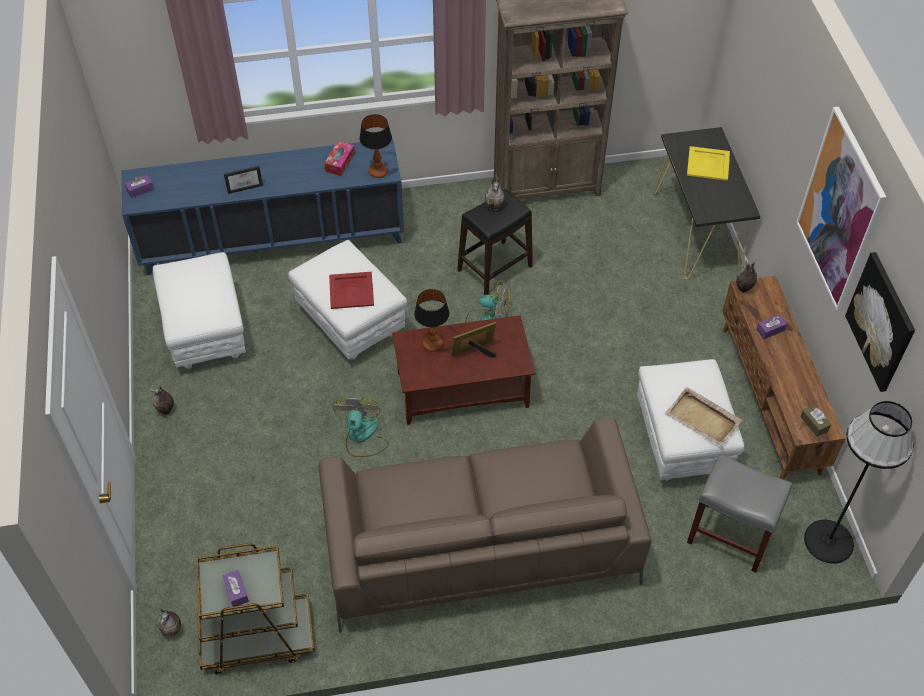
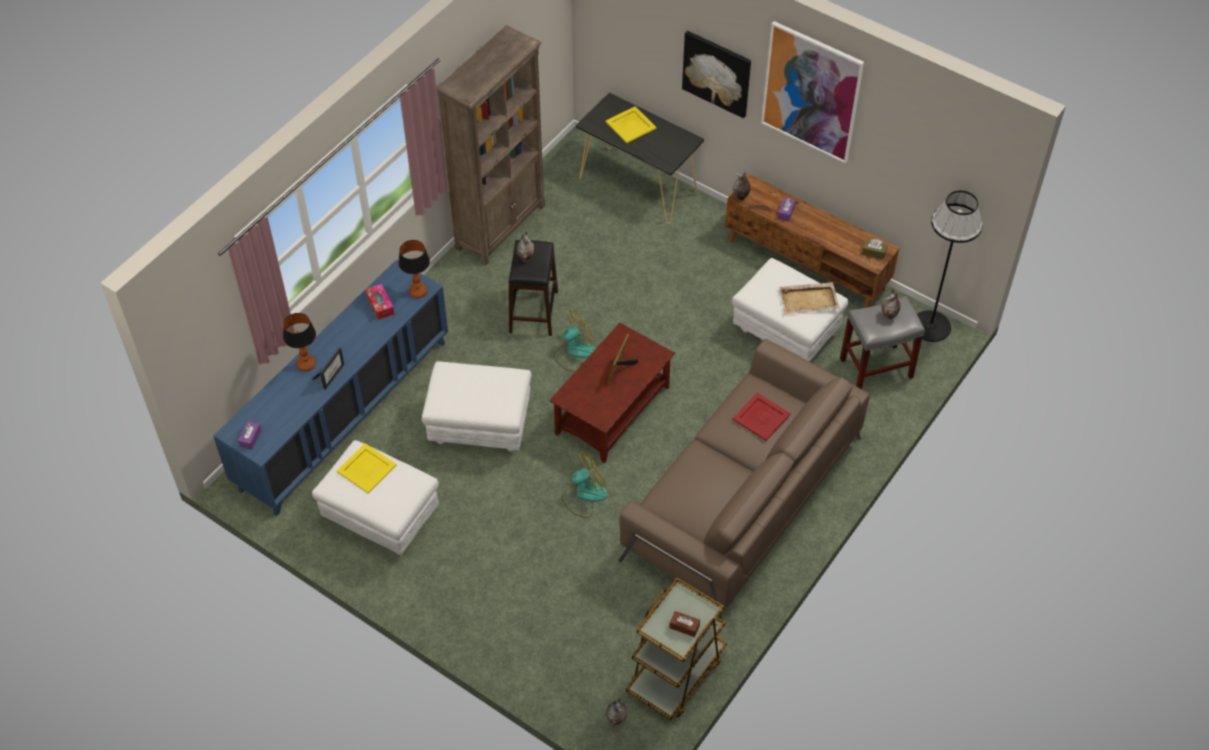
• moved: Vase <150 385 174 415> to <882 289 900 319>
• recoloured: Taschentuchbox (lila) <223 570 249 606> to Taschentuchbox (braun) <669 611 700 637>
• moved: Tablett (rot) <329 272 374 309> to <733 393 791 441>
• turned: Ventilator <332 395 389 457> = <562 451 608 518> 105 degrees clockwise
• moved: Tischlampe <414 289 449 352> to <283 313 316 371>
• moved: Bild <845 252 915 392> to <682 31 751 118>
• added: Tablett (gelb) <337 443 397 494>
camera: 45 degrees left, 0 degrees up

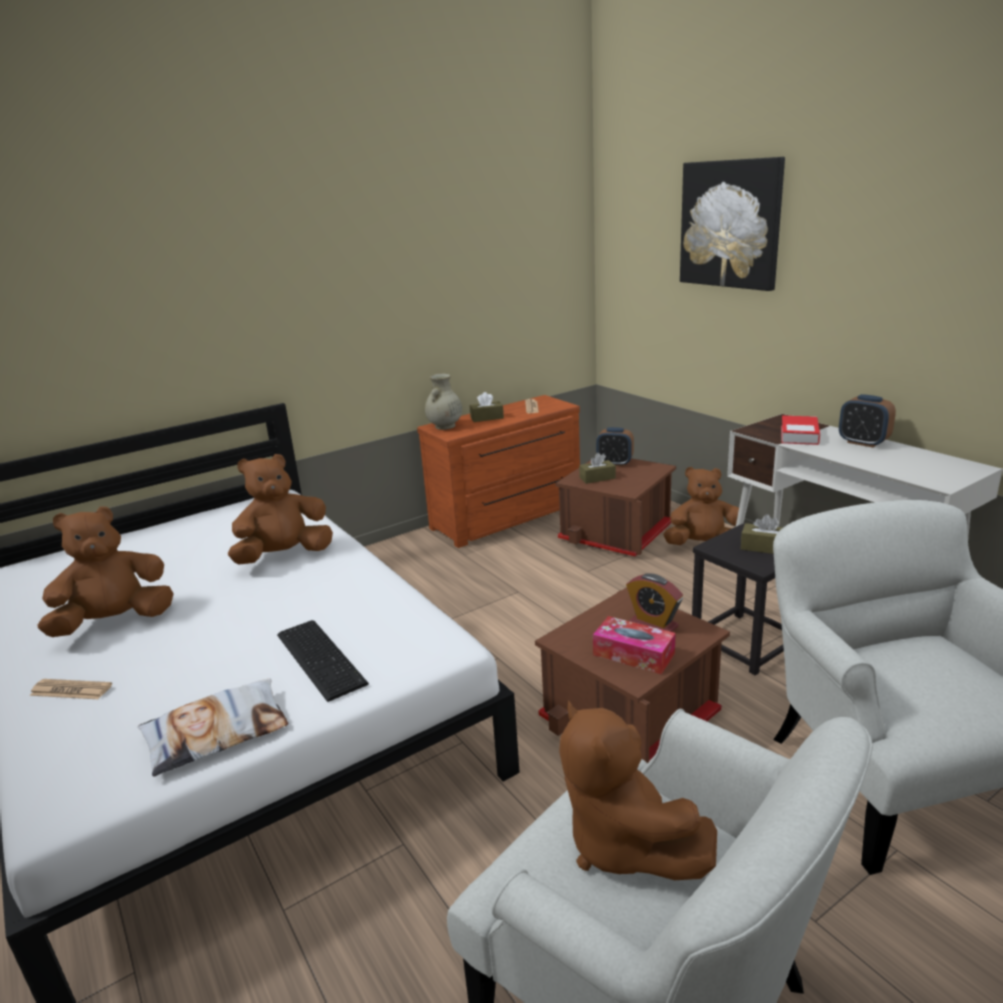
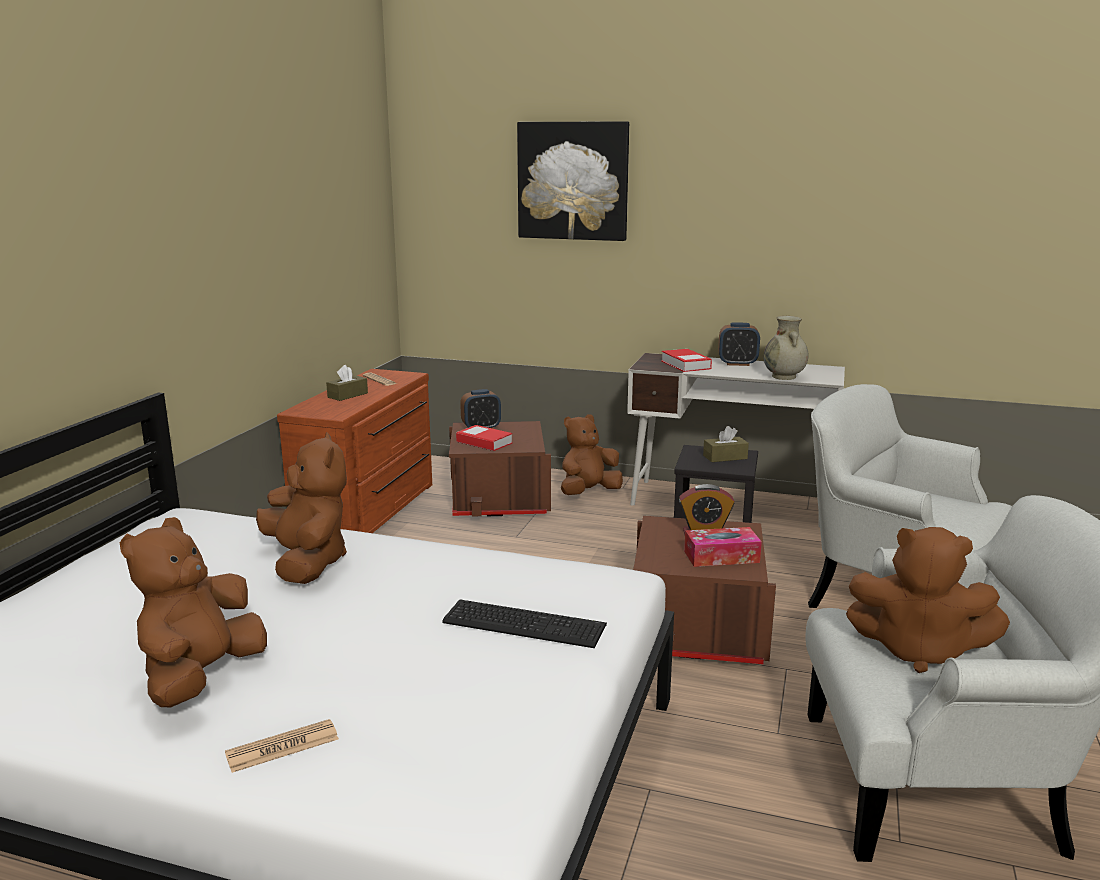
• removed: Kissen <137 679 288 777>
• turned: Plüschtier (braun) <228 454 333 565> = <256 432 347 584> 135 degrees clockwise
• moved: Vase (beige) <425 373 462 430> to <764 316 809 380>
• replaced: Taschentuchbox (braun) <579 453 616 484> to Buch <456 425 512 451>
camera: 40 degrees left, 5 degrees down

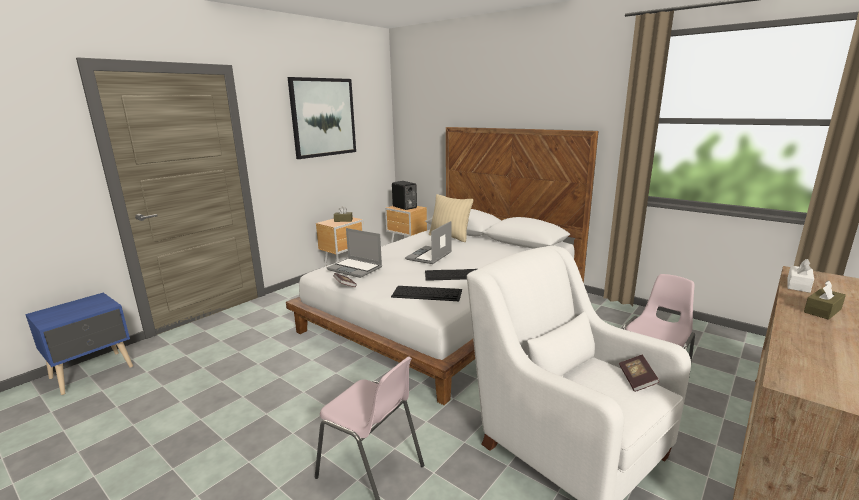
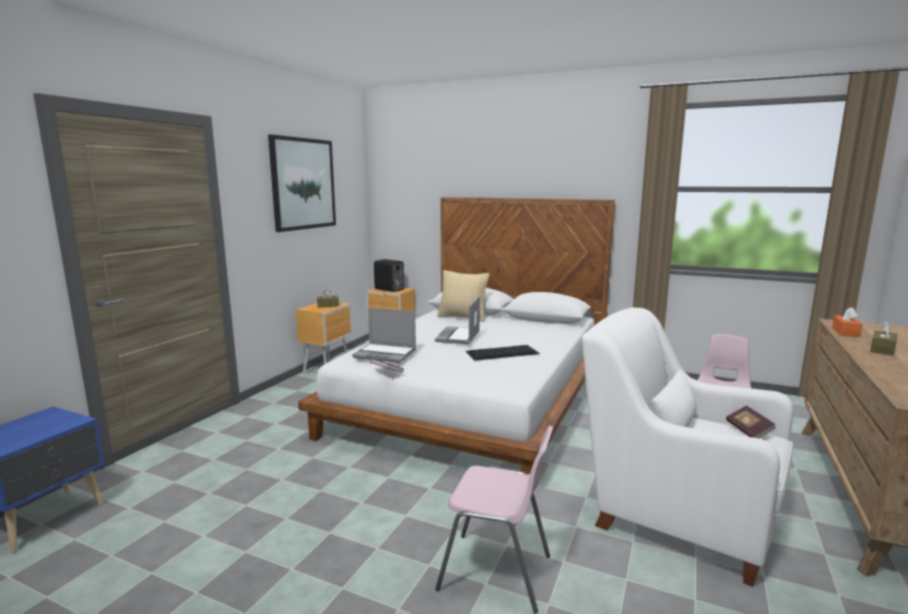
• removed: Tastatur <391 286 462 301>
• recoloured: Taschentuchbox (weiß) <787 259 814 293> to Taschentuchbox (orange) <832 307 862 337>
camera: 15 degrees left, 5 degrees down

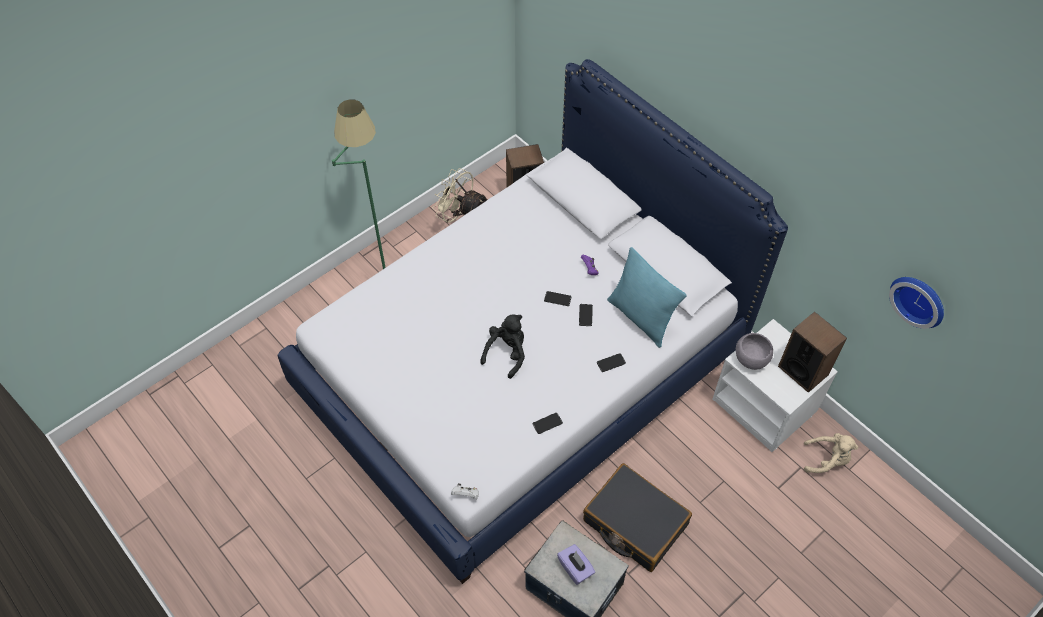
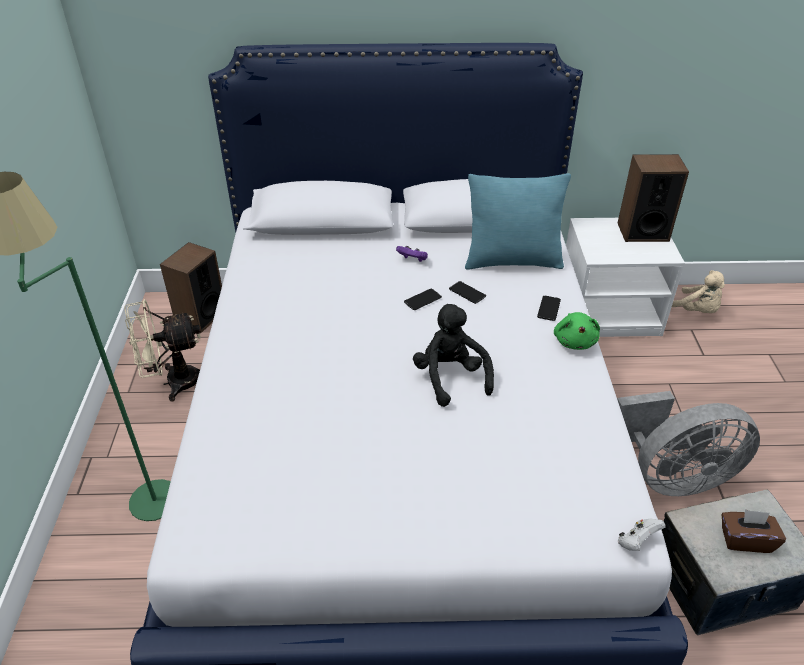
• removed: Handy <533 413 563 434>
• recoloured: Taschentuchbox (lila) <557 544 595 585> to Taschentuchbox (braun) <722 509 786 553>
• replaced: Koffer (schwarz) <583 463 692 572> to Ventilator (grau) <617 391 760 496>
• removed: Schüssel (grau) <736 333 773 370>
• turned: Plüschtier (beige) <804 433 858 473> = <672 270 725 313> 90 degrees clockwise
• removed: Wanduhr <889 277 944 329>
• added: Plüschtier (grün) <554 312 600 350>
camera: 50 degrees left, 15 degrees down

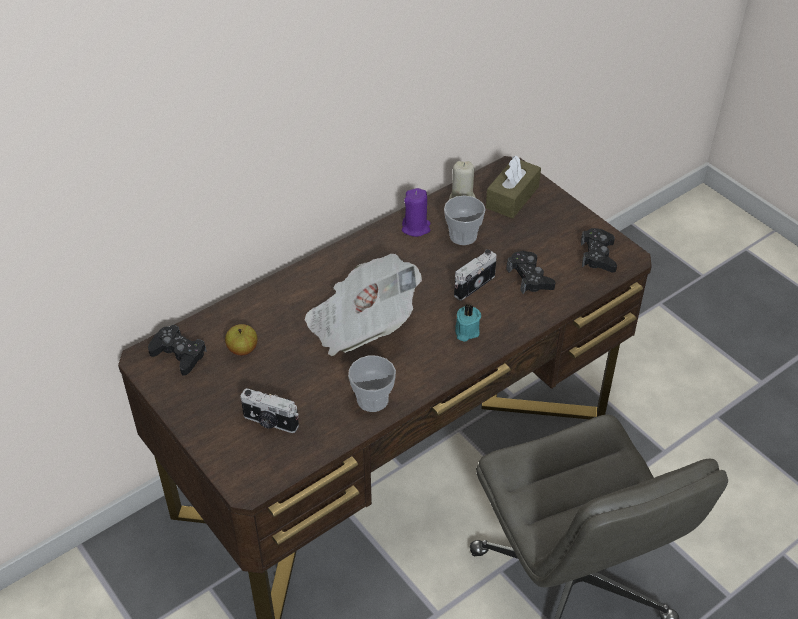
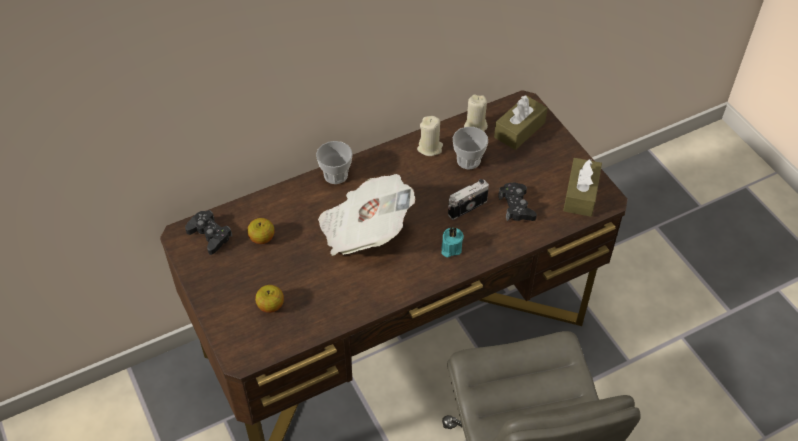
• replaced: Kamera <240 388 299 433> to Apfel <255 285 284 313>
• moved: Tasse <348 355 396 412> to <316 141 353 184>
• recoloured: Kerze (lila) <402 188 430 237> to Kerze (beige) <417 116 443 156>
• replaced: Gamepad (schwarz) <581 228 617 273> to Taschentuchbox (braun) <563 158 602 217>
camera: 10 degrees right, 5 degrees up

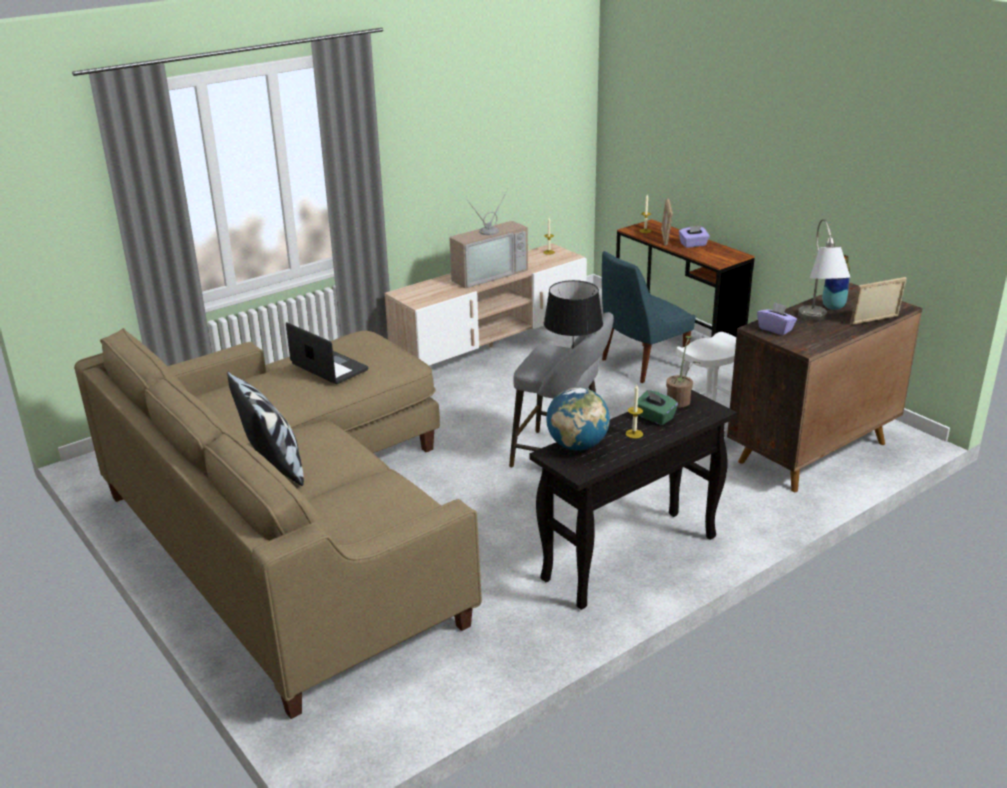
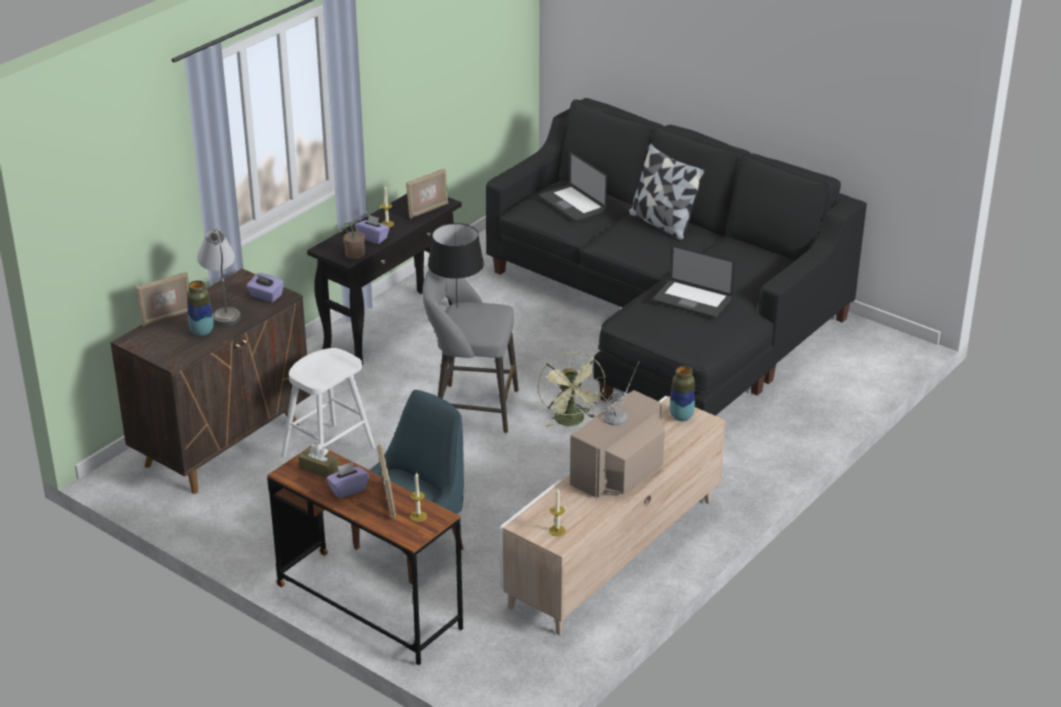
• recoloured: Sofa (beige) <74 328 482 719> to Sofa (schwarz) <486 98 867 416>
• replaced: Globus <546 387 610 451> to Bilderrahmen <406 169 448 219>
• recoloured: Taschentuchbox (grün) <638 390 678 425> to Taschentuchbox (lila) <355 215 390 244>
• added: Taschentuchbox (braun) <298 444 338 478>
• added: Ventilator (grün) <537 352 606 428>
• added: Laptop <540 152 607 222>
• added: Vase <670 366 695 421>
camera: 165 degrees right, 5 degrees up

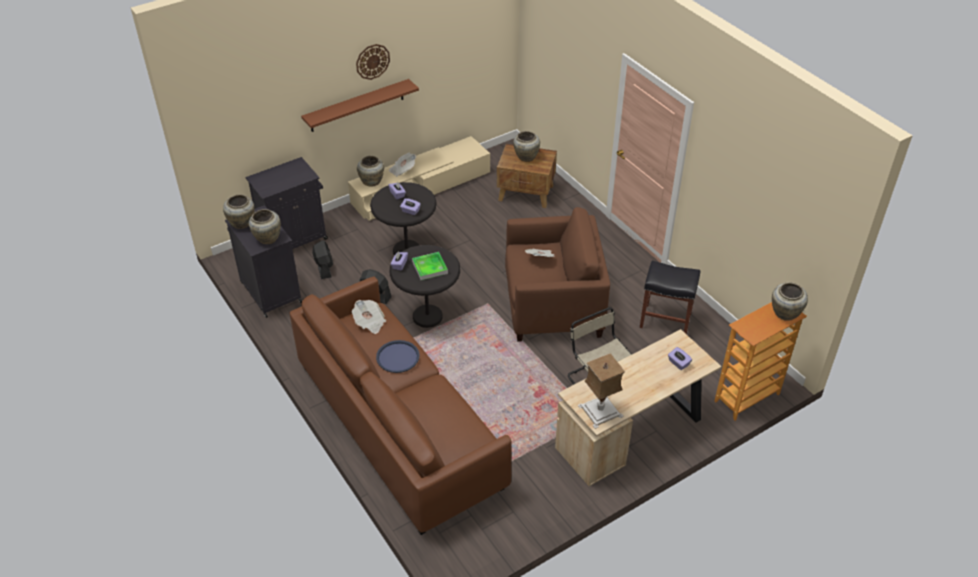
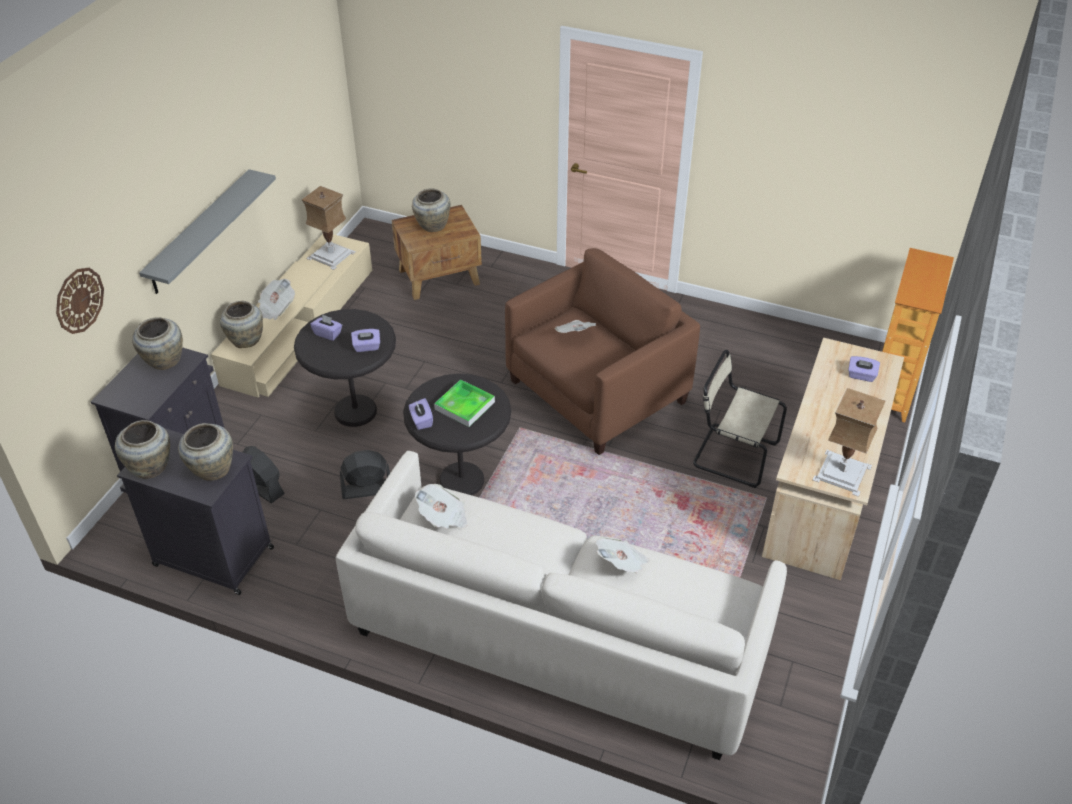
• recoloured: Sofa (braun) <290 277 512 535> to Sofa (weiß) <336 451 787 760>
• recoloured: Wandregal (braun) <301 79 419 132> to Wandregal (grau) <139 169 276 294>
• moved: Wanduhr <356 44 390 80> to <56 268 104 334>
• removed: Tablett (blau) <376 340 420 373>
• removed: Hocker (schwarz) <640 260 700 334>
• moved: Vase (beige) <772 282 808 321> to <132 317 183 370>
• added: Tischlampe <301 186 356 270>
• added: Zeitung <596 536 650 573>
camera: 35 degrees left, 0 degrees up

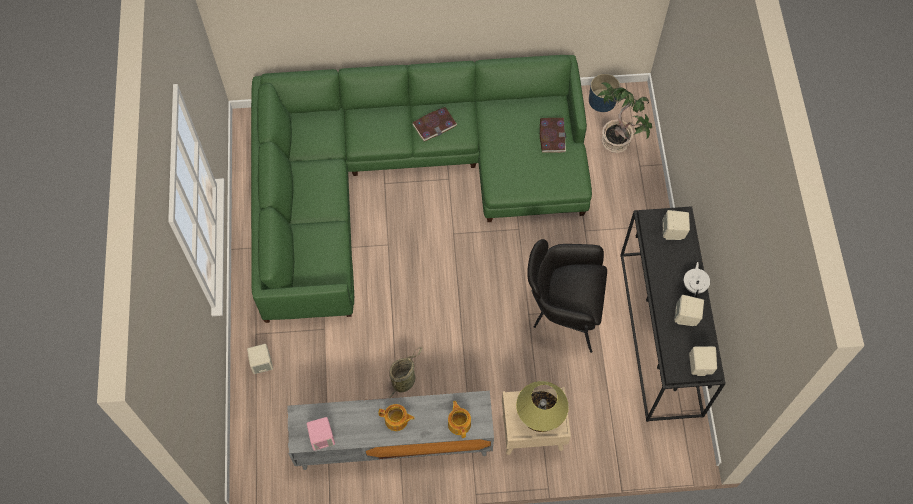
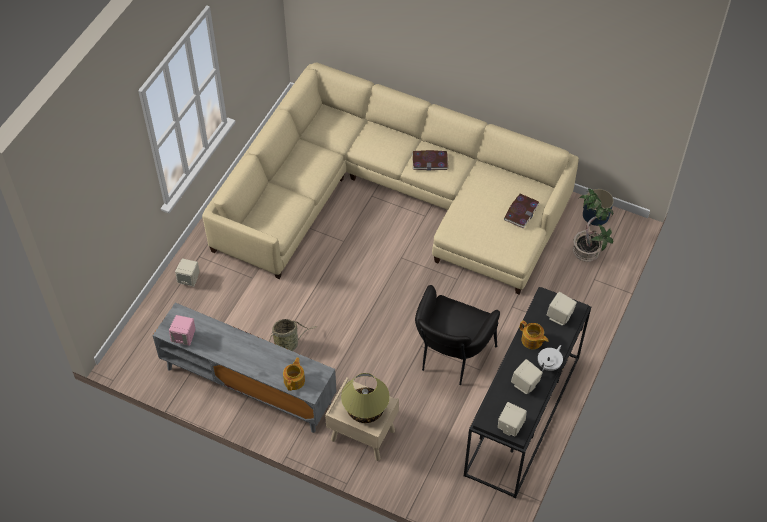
• recoloured: Sofa (grün) <251 55 592 323> to Sofa (beige) <202 63 579 294>
• moved: Teekanne <378 404 415 431> to <520 321 548 349>
• turned: Sessel (schwarz) <527 239 607 353> = <415 285 500 385> 105 degrees counterclockwise
camera: 30 degrees right, 10 degrees down

